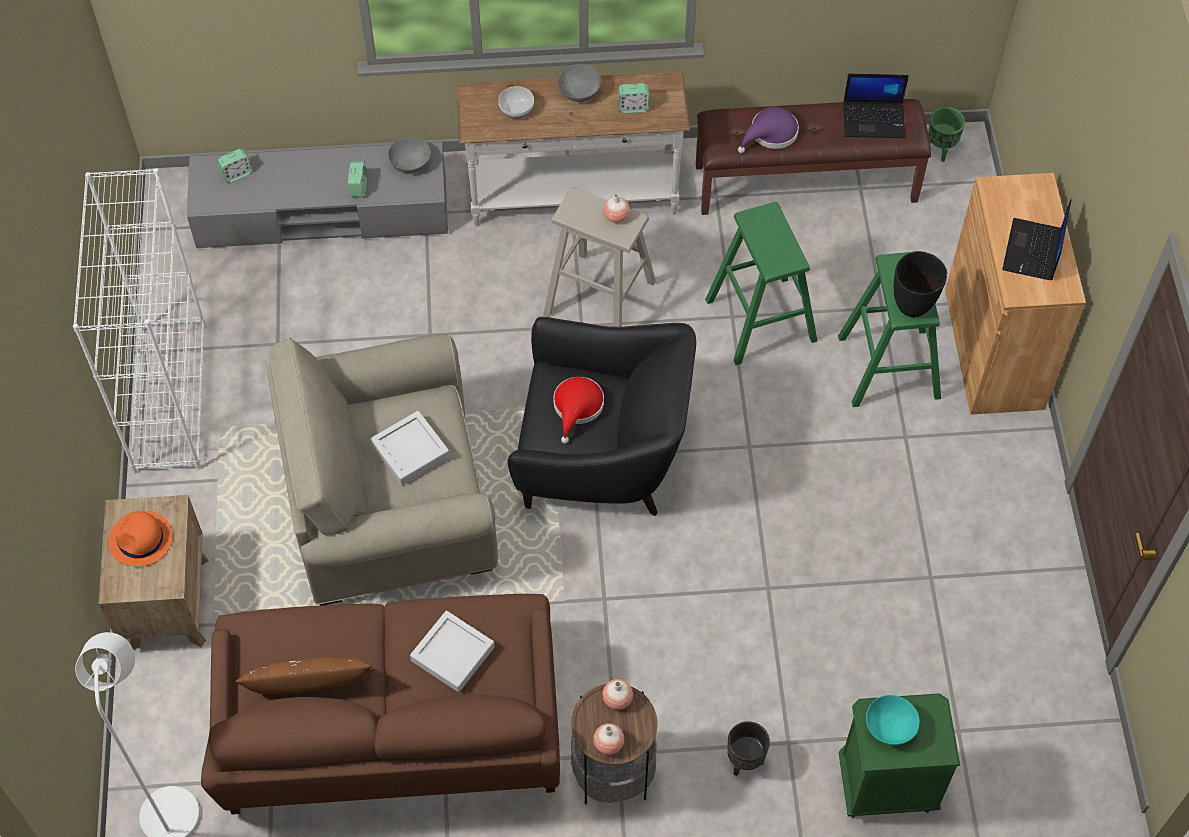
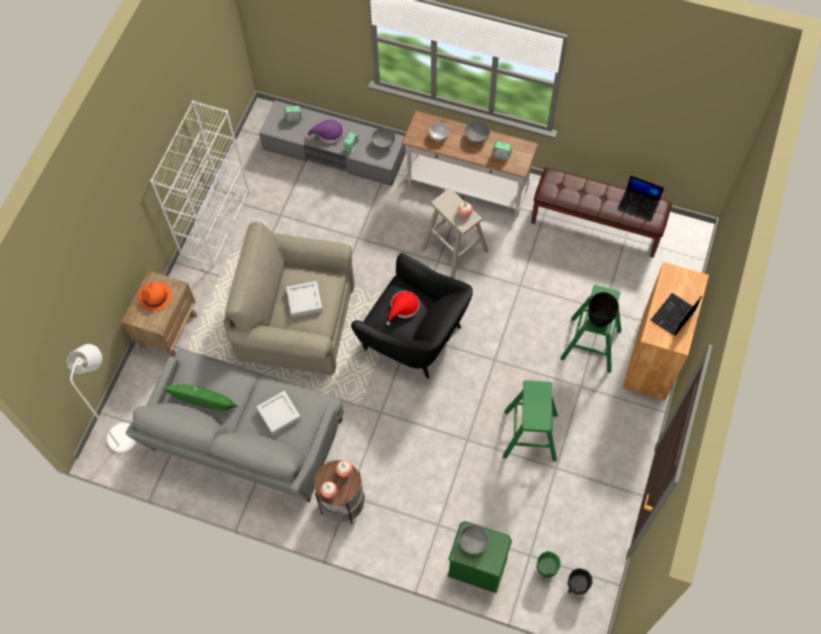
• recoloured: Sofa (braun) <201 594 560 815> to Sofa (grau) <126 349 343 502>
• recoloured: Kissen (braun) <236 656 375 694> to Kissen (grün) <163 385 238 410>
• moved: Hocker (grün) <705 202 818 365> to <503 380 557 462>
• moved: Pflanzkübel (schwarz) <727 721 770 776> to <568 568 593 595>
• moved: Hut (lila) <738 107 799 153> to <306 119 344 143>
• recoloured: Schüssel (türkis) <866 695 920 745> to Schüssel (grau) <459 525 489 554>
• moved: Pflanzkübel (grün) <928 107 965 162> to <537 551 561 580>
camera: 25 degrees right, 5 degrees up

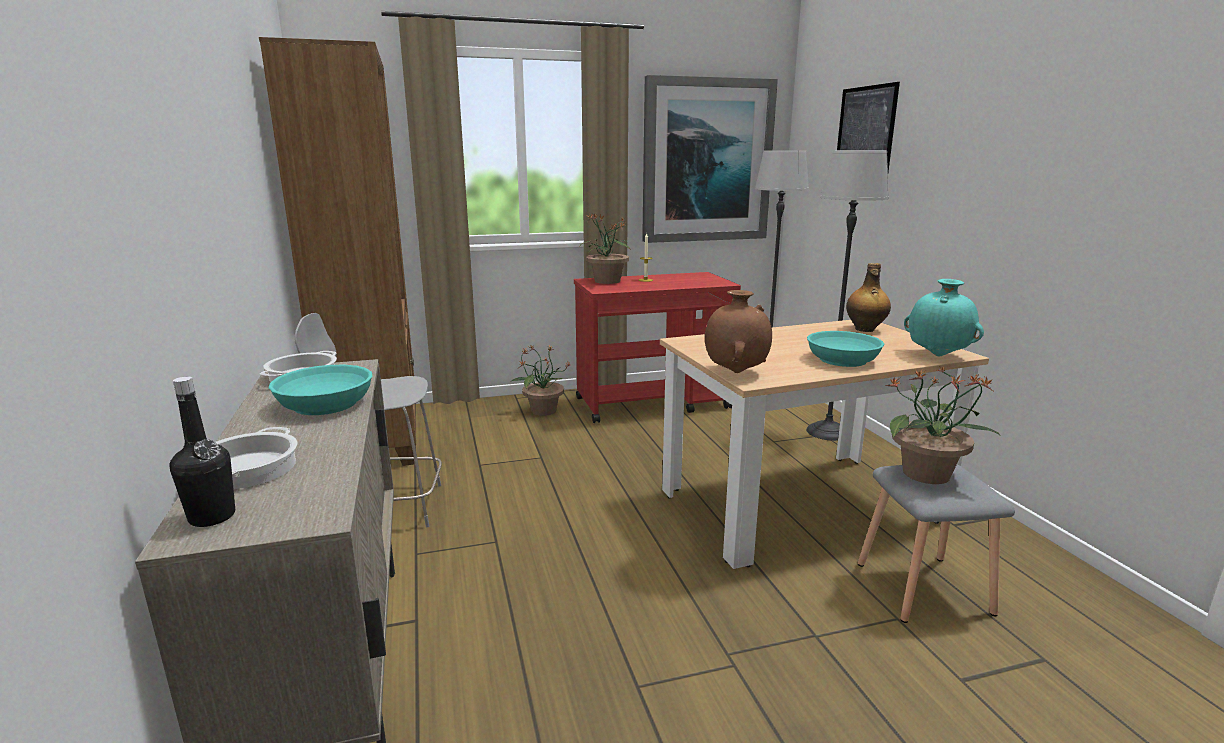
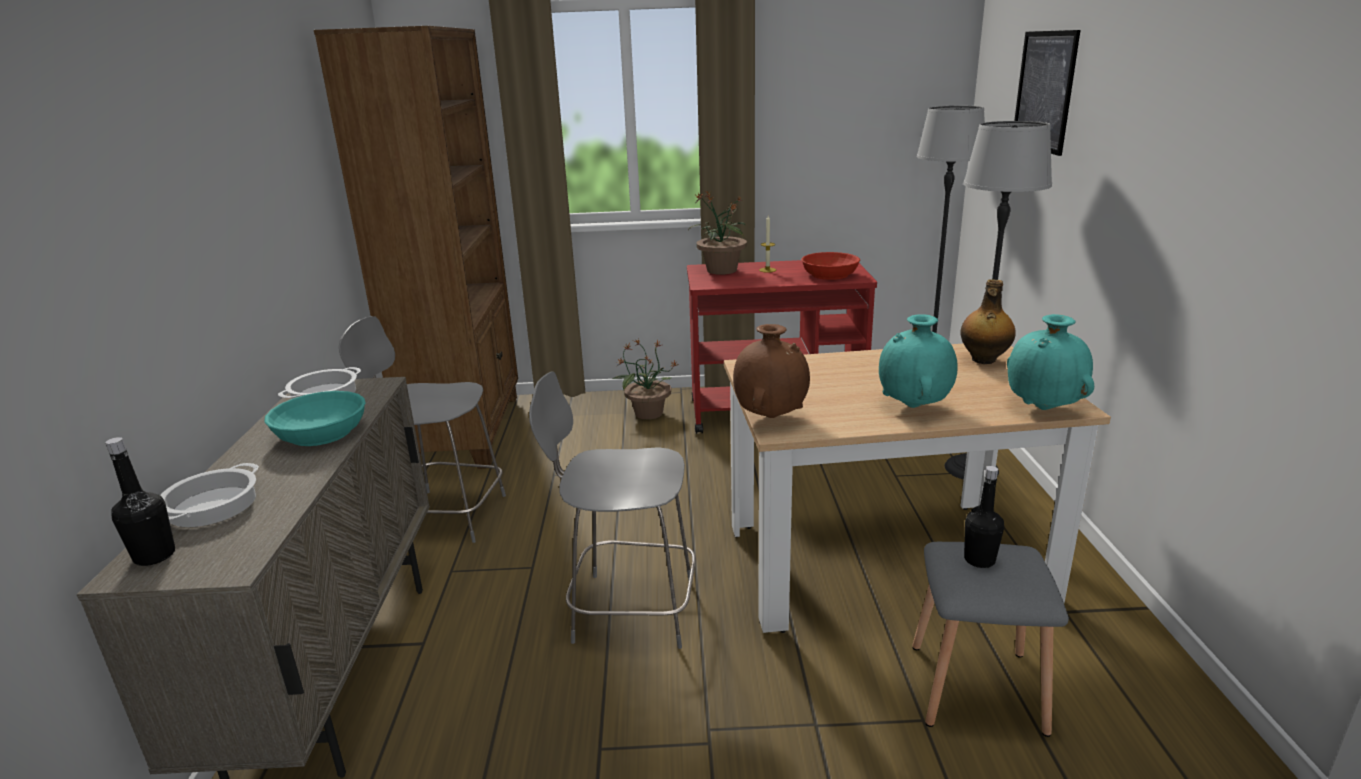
• removed: Bild <642 75 778 243>
• replaced: Schüssel (türkis) <807 331 885 367> to Vase (türkis) <879 314 958 408>
• replaced: Topfpflanze <885 366 1000 484> to Flasche (schwarz) <964 466 1004 568>
• added: Stuhl (grau) <529 372 696 649>
• added: Schüssel (rot) <801 252 860 280>
camera: 15 degrees right, 5 degrees up

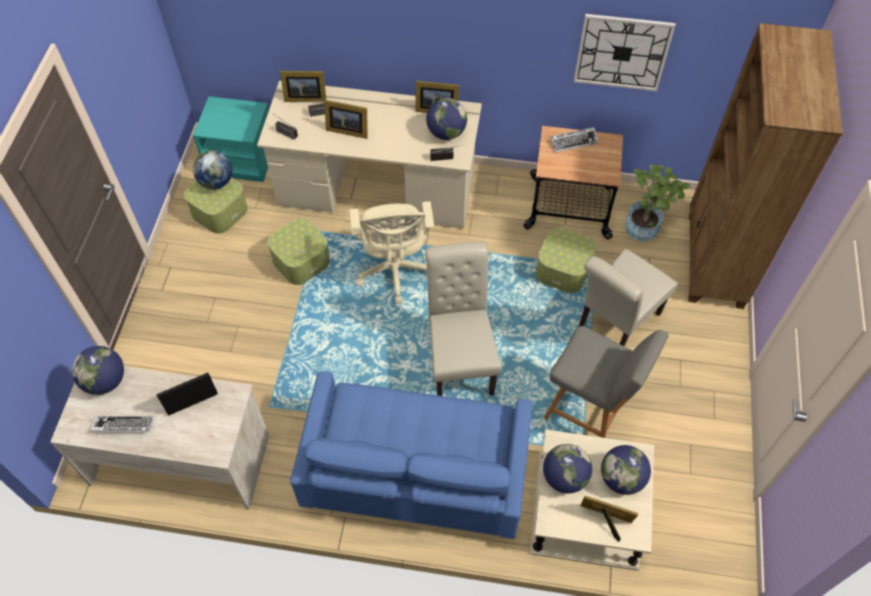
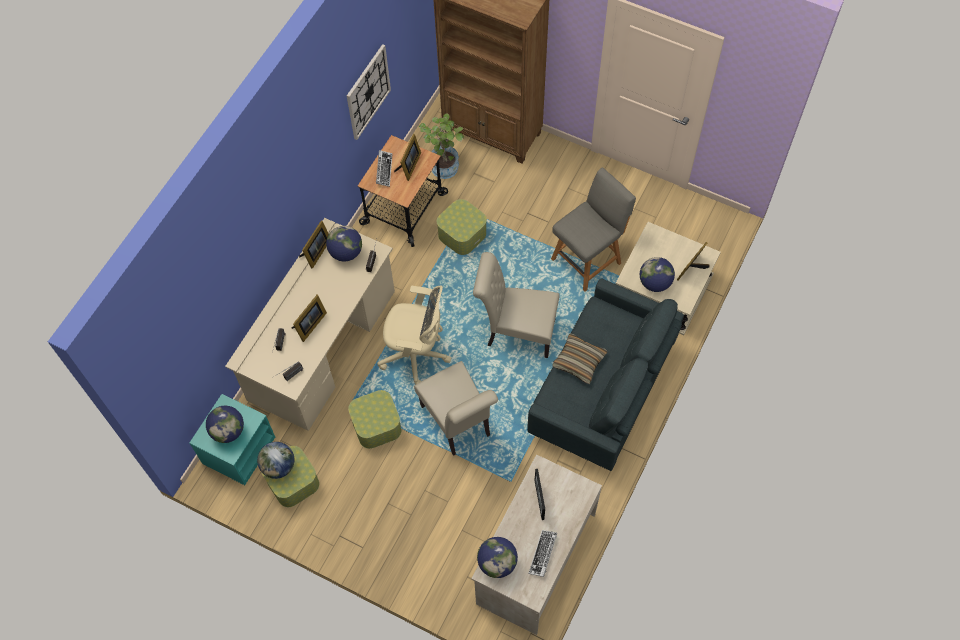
• moved: Bilderrahmen <280 71 326 102> to <394 134 421 181>
• recoloured: Sofa (blau) <290 371 533 539> to Sofa (grau) <527 278 684 471>
• moved: Stuhl (beige) <578 249 678 346> to <414 361 498 456>
• moved: Globus <601 445 651 495> to <206 406 244 443>
• added: Kissen <552 333 608 384>
camera: 70 degrees left, 5 degrees up

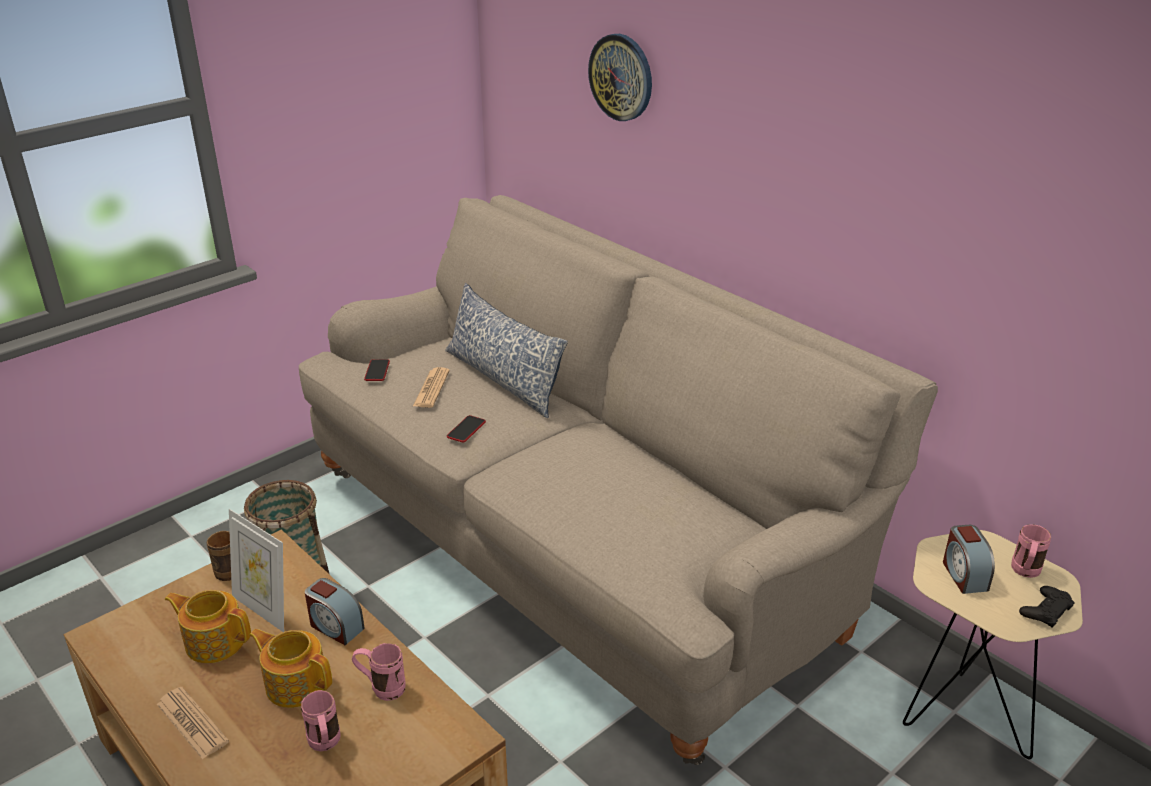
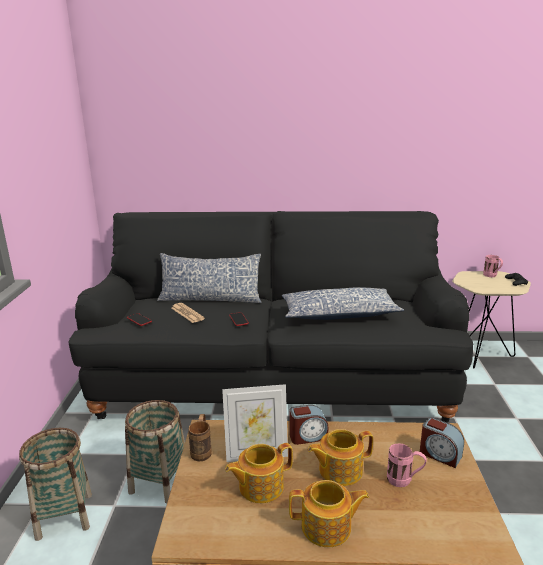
• replaced: Zeitung <157 687 229 759> to Teekanne <289 480 369 547>
• recoloured: Sofa (beige) <299 195 938 765> to Sofa (schwarz) <69 211 473 422>
• removed: Henkelbecher (rosa) <352 643 406 701>
• removed: Wanduhr <588 34 652 121>
• moved: Wecker <943 525 995 594> to <420 417 464 468>
• added: Korb <19 428 92 541>
• added: Kissen <282 287 404 320>
camera: 45 degrees left, 10 degrees down

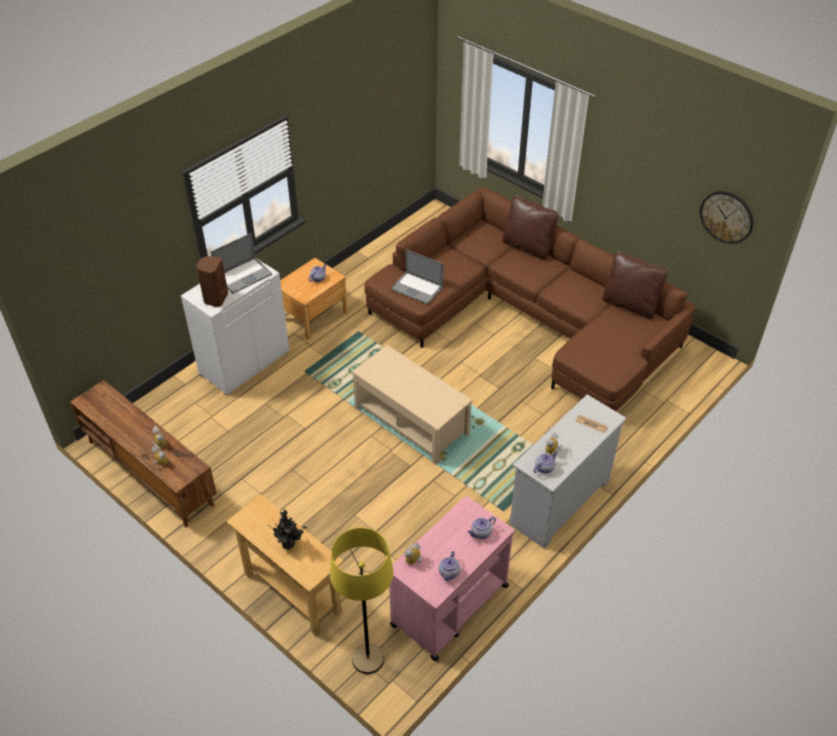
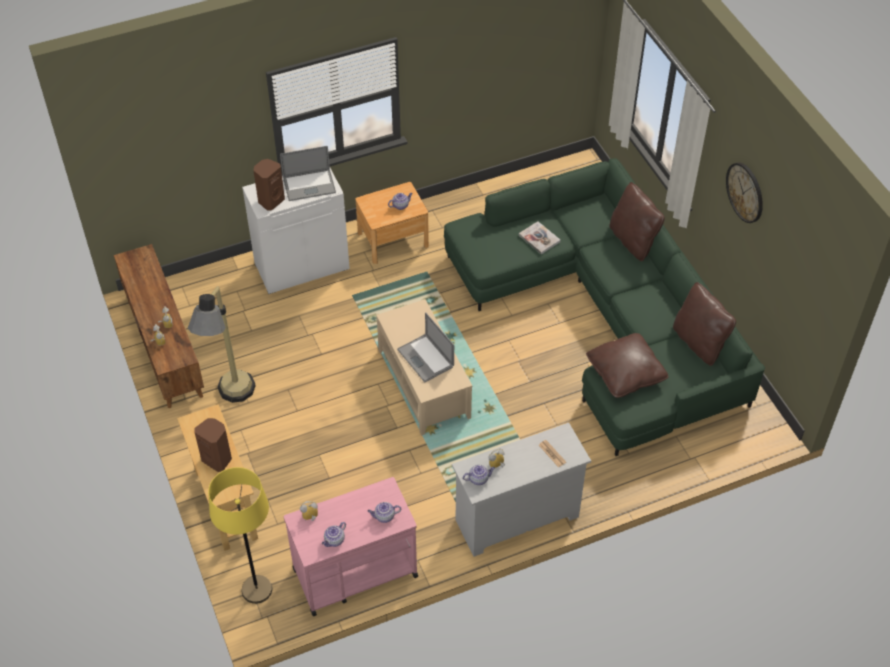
• replaced: Topfpflanze <267 510 308 549> to Lautsprecher (braun) <195 418 232 472>
• recoloured: Sofa (braun) <365 187 696 411> to Sofa (grün) <444 158 765 456>
• moved: Laptop <391 249 444 305> to <397 312 454 382>
• moved: Wanduhr <700 191 753 244> to <726 162 763 223>
• added: Stehlampe <188 286 256 403>
• added: Buch <519 221 561 254>
• added: Kissen (braun) <586 333 669 398>
camera: 25 degrees right, 5 degrees up

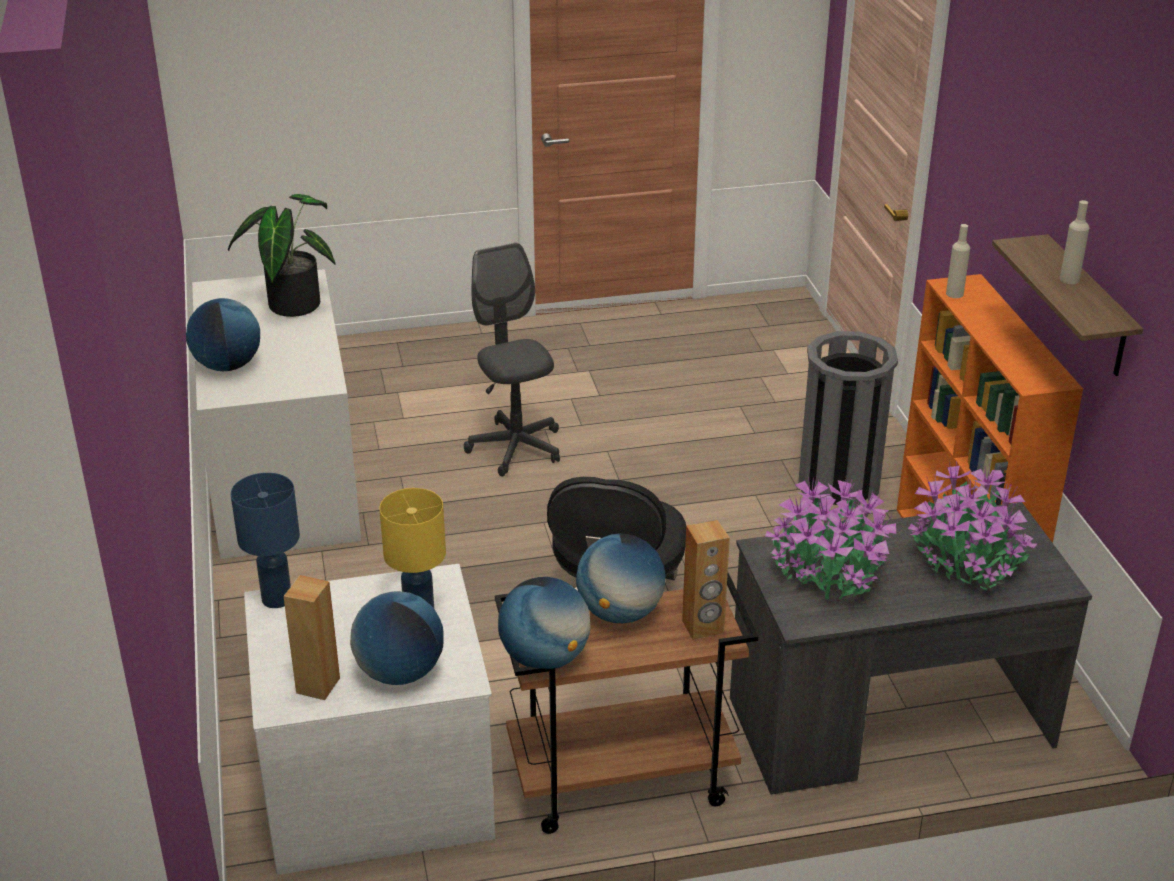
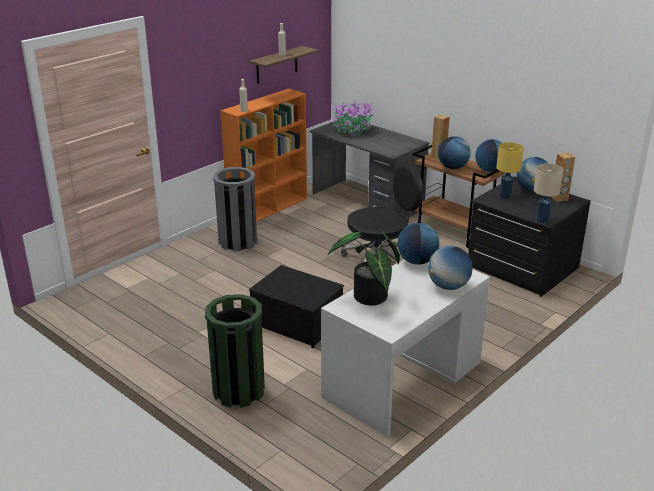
• recoloured: Tischlampe (blau) <231 473 300 608> to Tischlampe (beige) <534 163 563 223>
• recoloured: Kommode (weiß) <244 564 495 874> to Kommode (schwarz) <468 176 591 297>
• replaced: Bürostuhl (grau) <464 243 560 477> to Aufbewahrungsbox <249 265 344 348>
• removed: Topfpflanze <765 476 896 600>
• added: Mülleimer (grün) <205 294 265 408>
• added: Globus <397 223 439 265>
camera: 125 degrees left, 5 degrees down

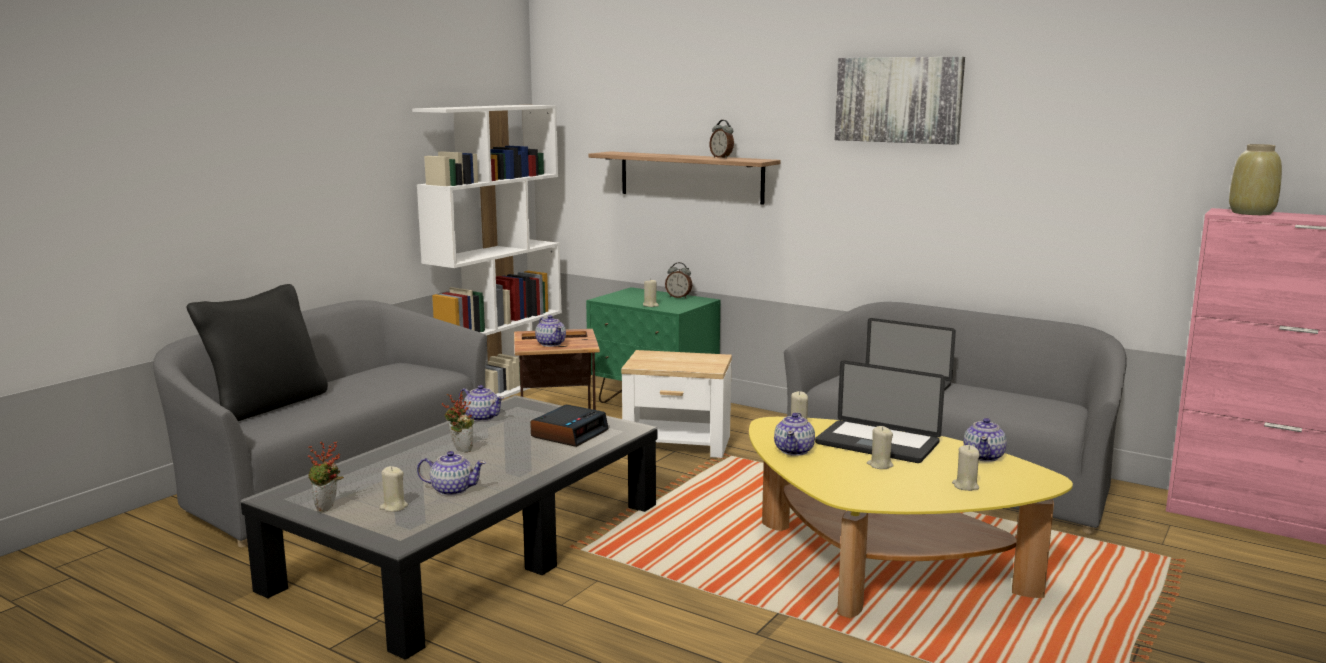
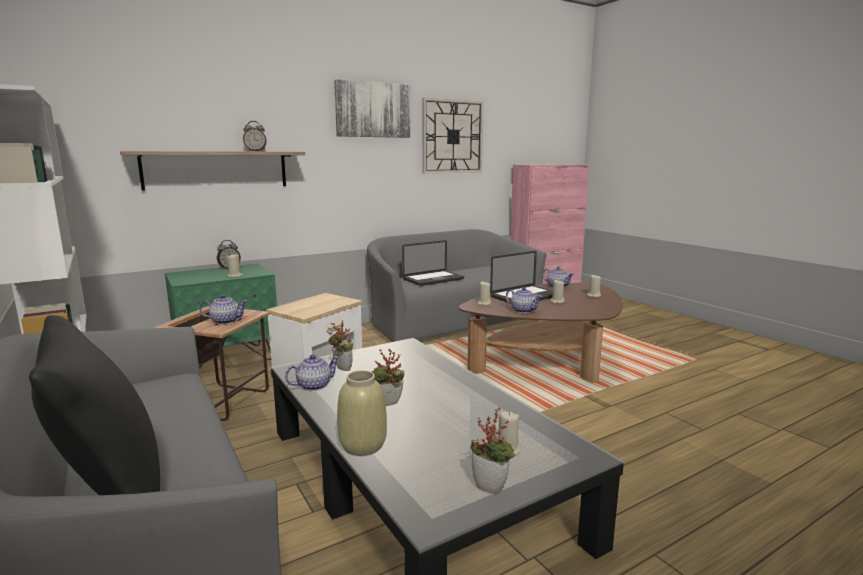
• removed: Teekanne <417 451 486 496>
• removed: Wecker <530 405 609 447>
• recoloured: Couchtisch (gelb) <749 417 1073 618> to Couchtisch (braun) <459 283 623 383>
• moved: Vase (beige) <1229 144 1282 215> to <337 370 387 456>
• added: Topfpflanze <326 320 353 371>
• added: Wanduhr <422 98 484 174>
camera: 65 degrees left, 0 degrees up

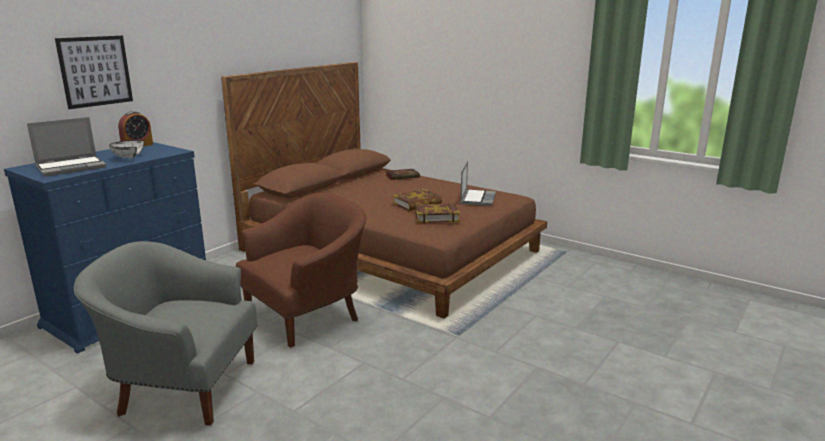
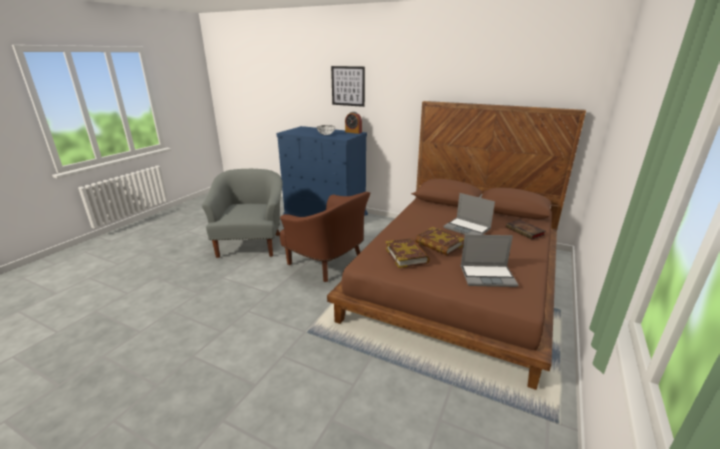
• moved: Laptop <27 117 106 176> to <443 193 495 235>
camera: 80 degrees right, 5 degrees up

